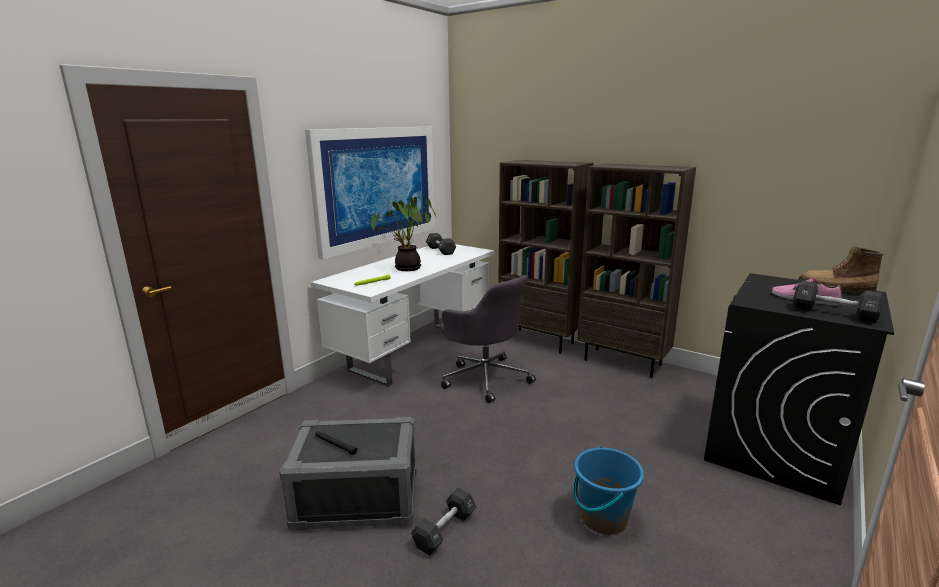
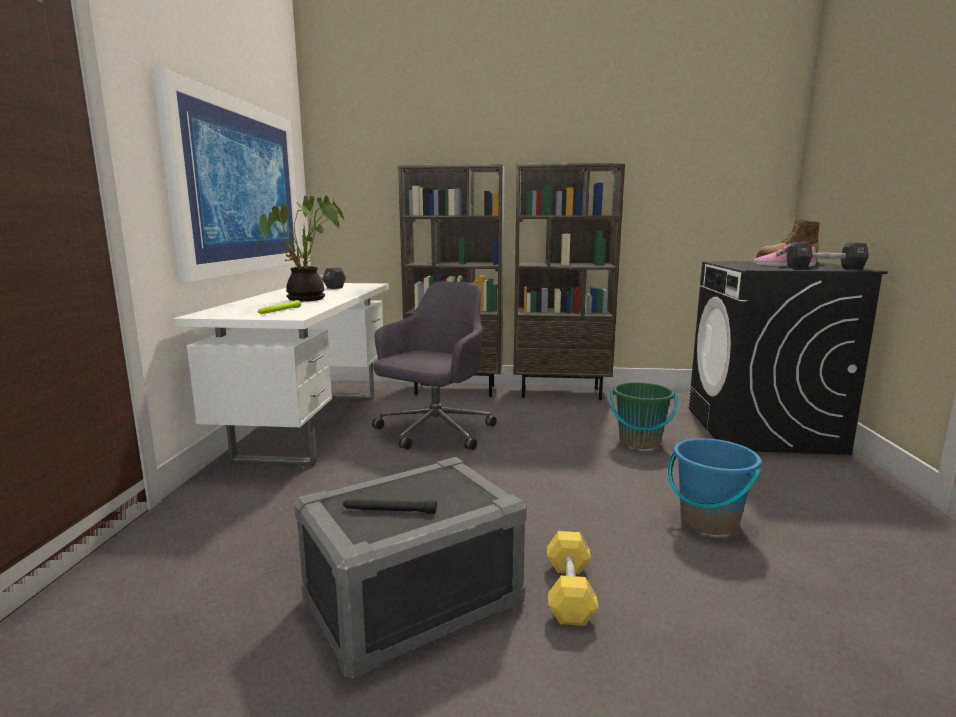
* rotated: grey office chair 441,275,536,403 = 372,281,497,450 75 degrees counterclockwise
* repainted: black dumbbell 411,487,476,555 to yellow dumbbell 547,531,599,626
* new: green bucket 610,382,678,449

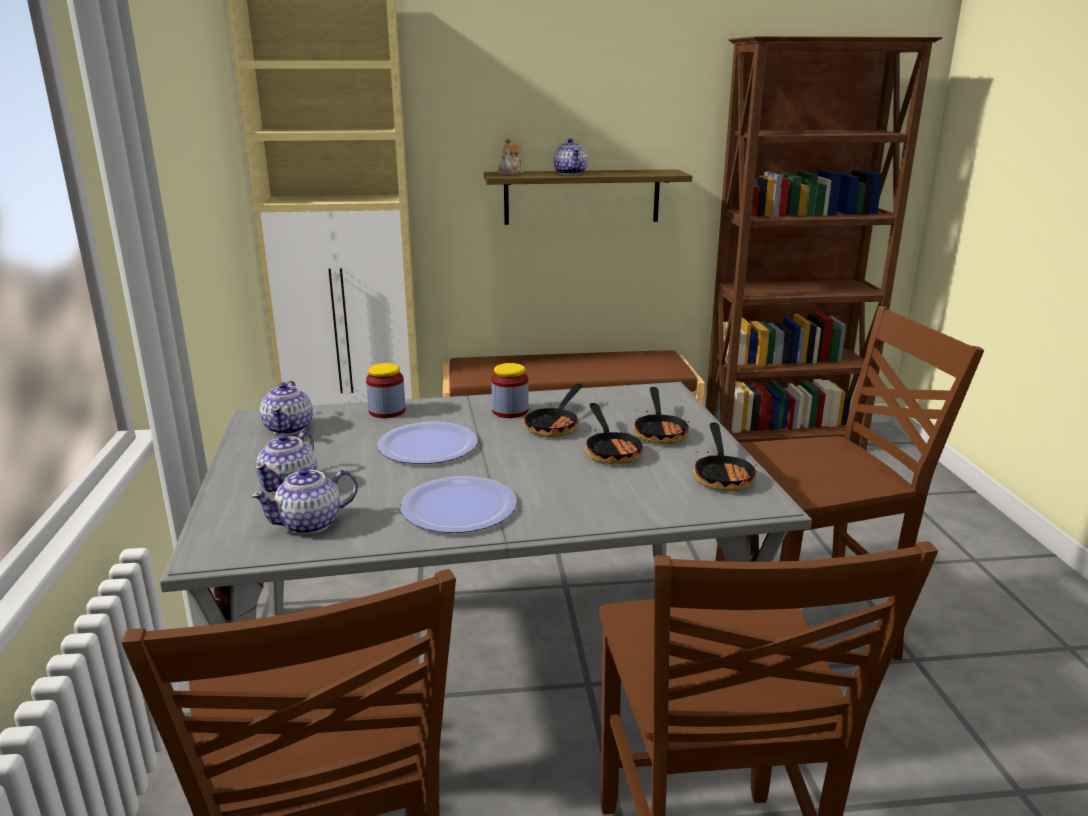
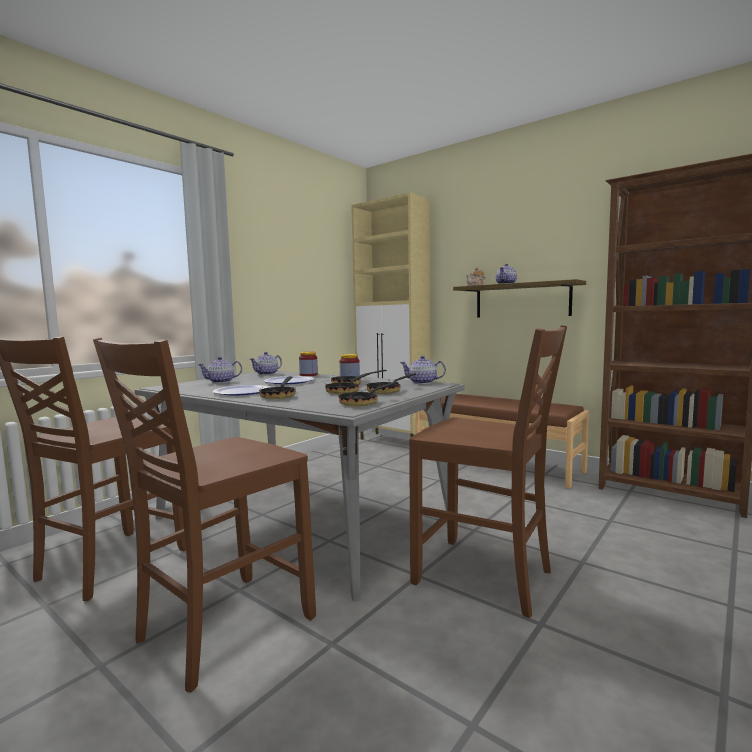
* new: frying pan 259,376,296,399
* shifted: teapot 250,467,358,535 to 400,356,446,384

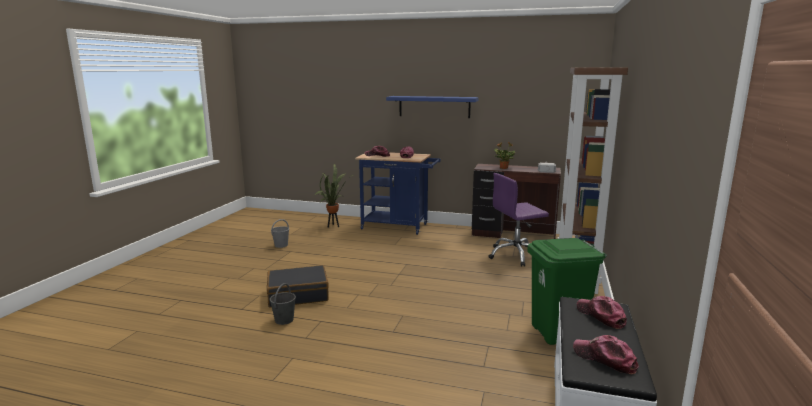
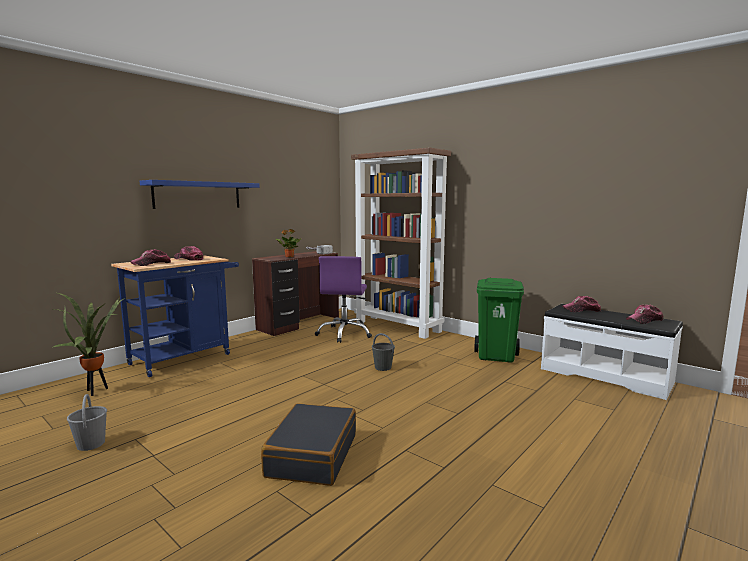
* shifted: grey bucket 270,283,296,325 to 372,333,395,371

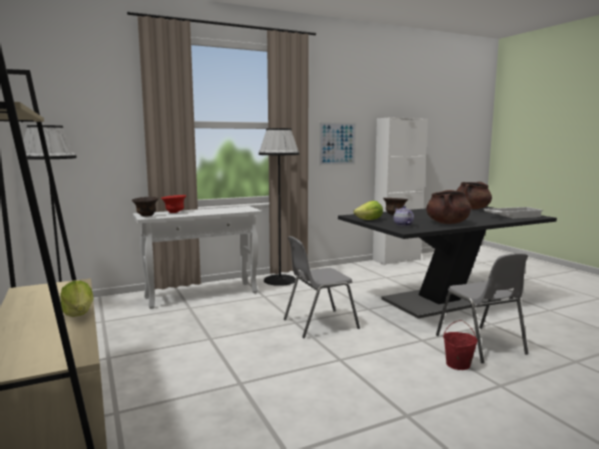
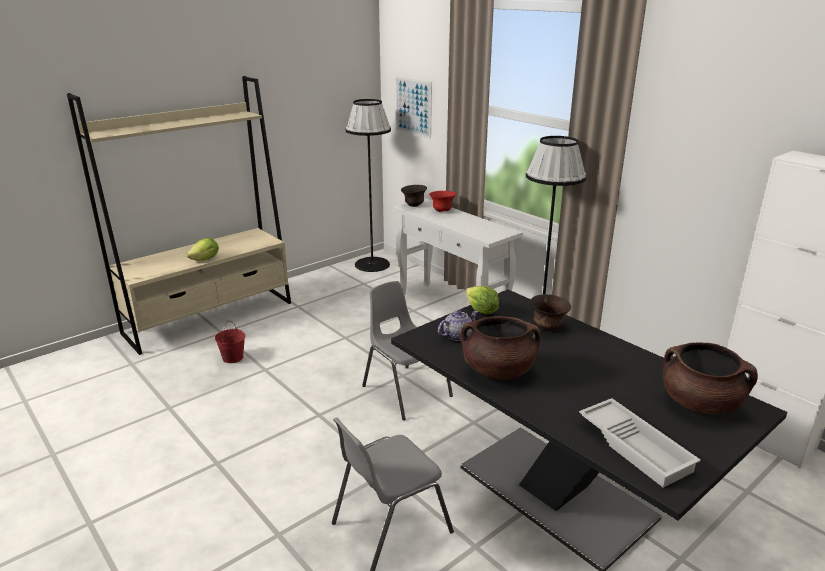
* shifted: red bucket 443,320,478,370 to 215,321,245,363
* shifted: picture 319,122,356,166 to 396,77,432,139

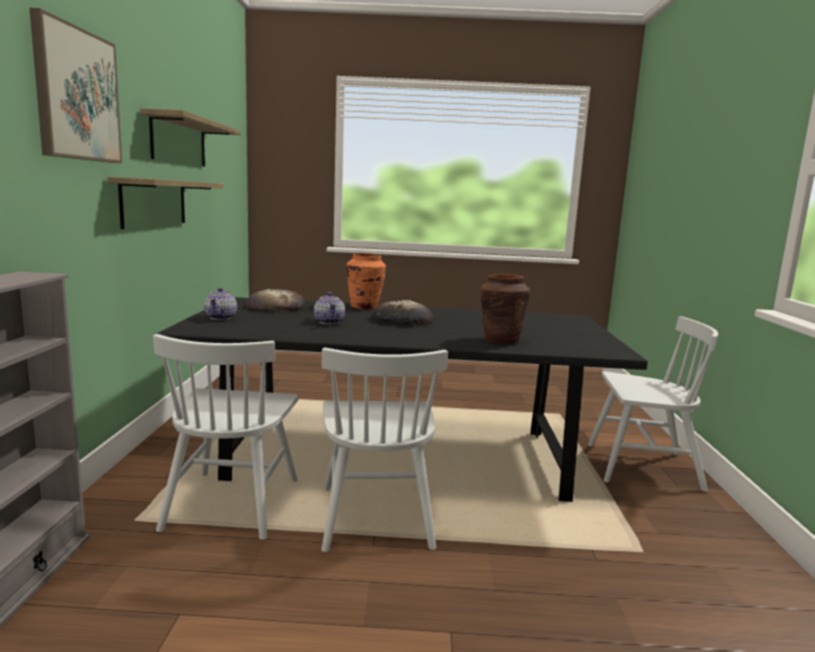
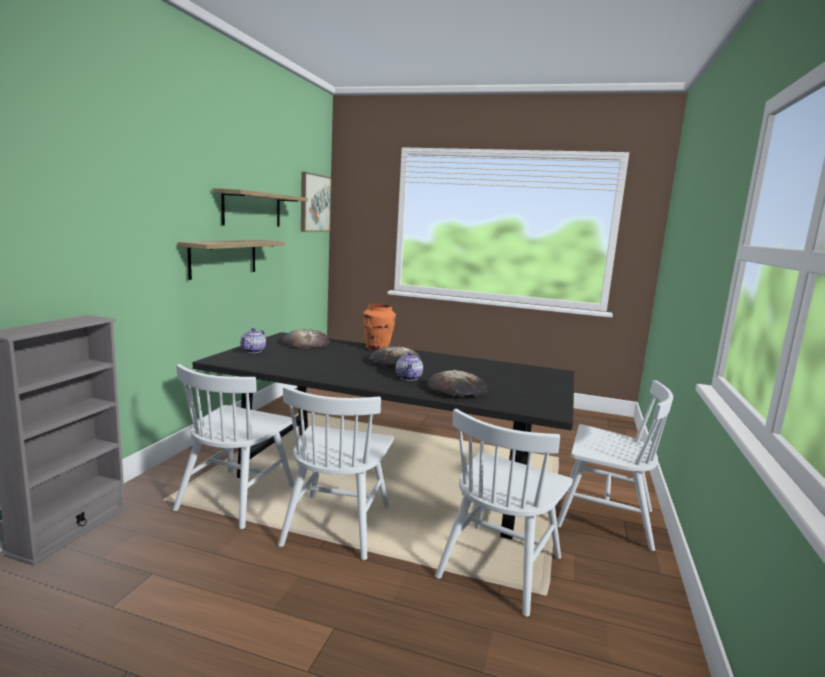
* shifted: picture 29,8,122,163 to 301,172,331,232
* shifted: teapot 314,292,345,324 to 396,352,423,381
* swapped: brown vase 480,274,530,344 to bread 427,370,487,397
* new: white chair 435,409,573,617

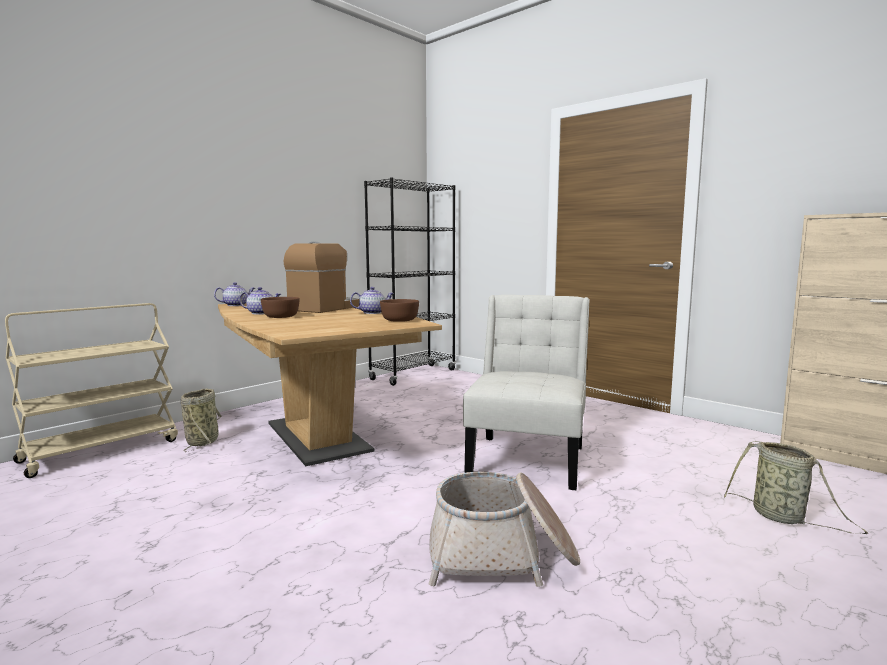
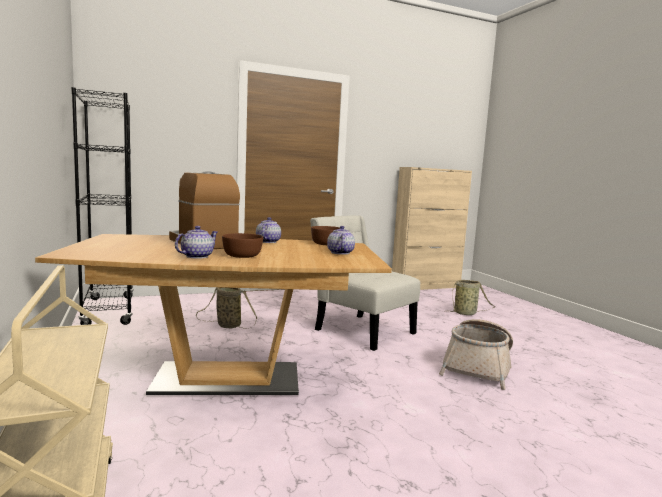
* shifted: basket 181,389,222,452 to 196,287,257,329
* shifted: teapot 214,282,255,306 to 327,226,355,255

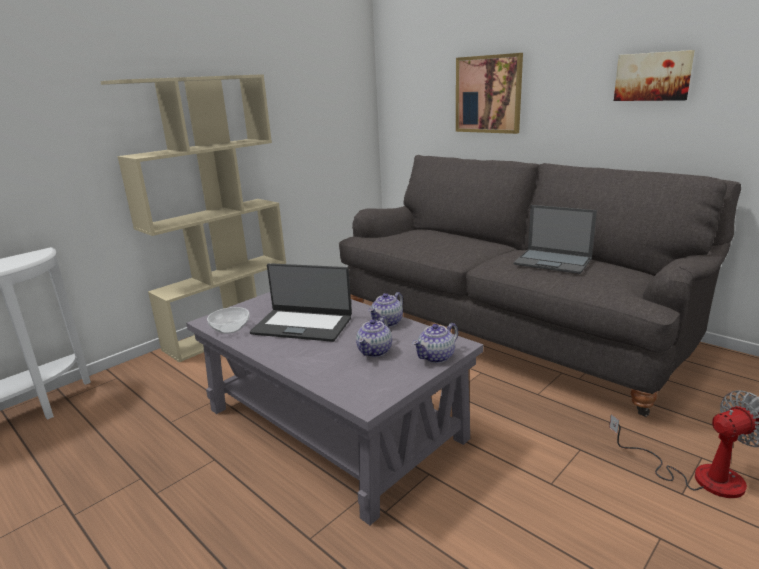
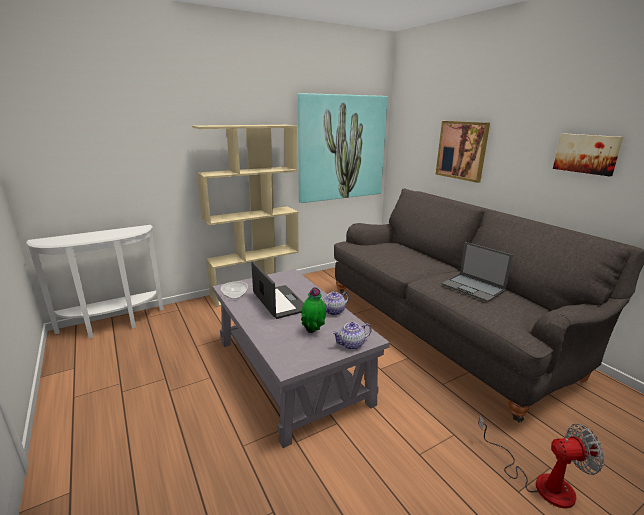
* rotated: laptop 250,263,352,342 = 251,261,304,319 150 degrees counterclockwise
* new: picture 298,93,388,203
* swapped: teapot 356,316,392,357 to potted plant 301,287,326,333

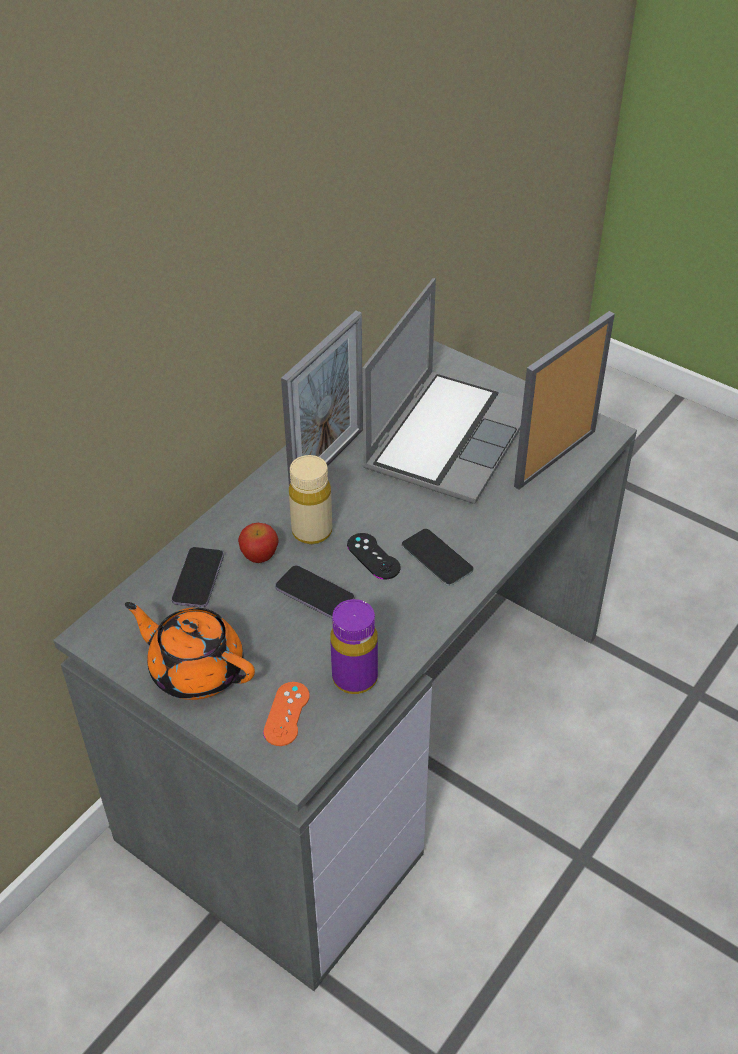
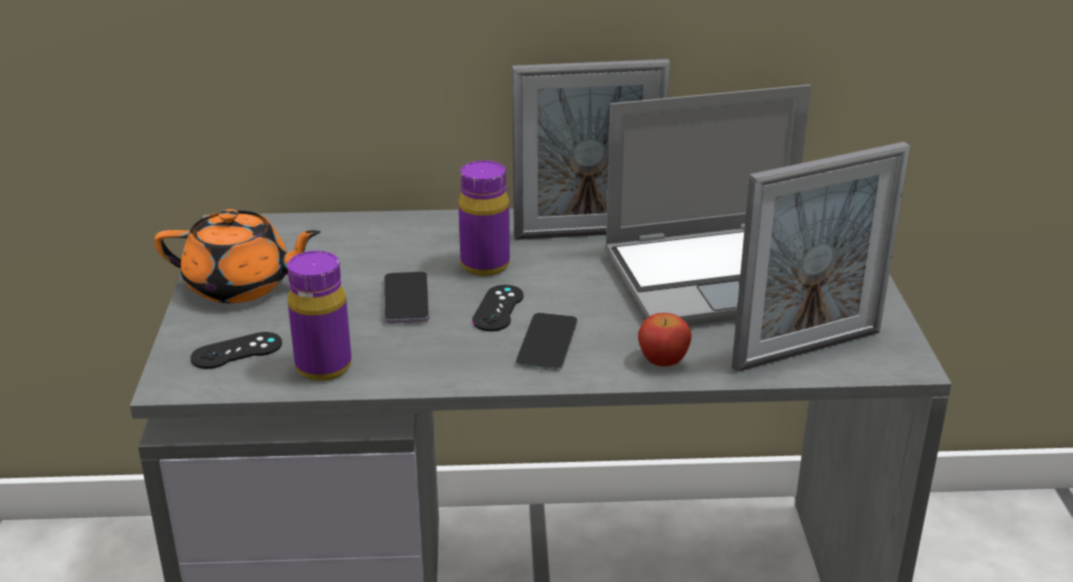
* rotated: orange teapot 125,602,255,700 = 154,209,321,303 105 degrees clockwise
* repainted: orange game controller 263,682,310,746 to black game controller 190,332,282,369
* repainted: beige bottle 289,455,332,544 to purple bottle 458,160,510,276
* shifted: apple 238,523,278,563 to 638,313,692,367
* rotated: picture frame 514,311,615,489 = 732,142,910,372 150 degrees clockwise
* gone: phone 172,547,224,608

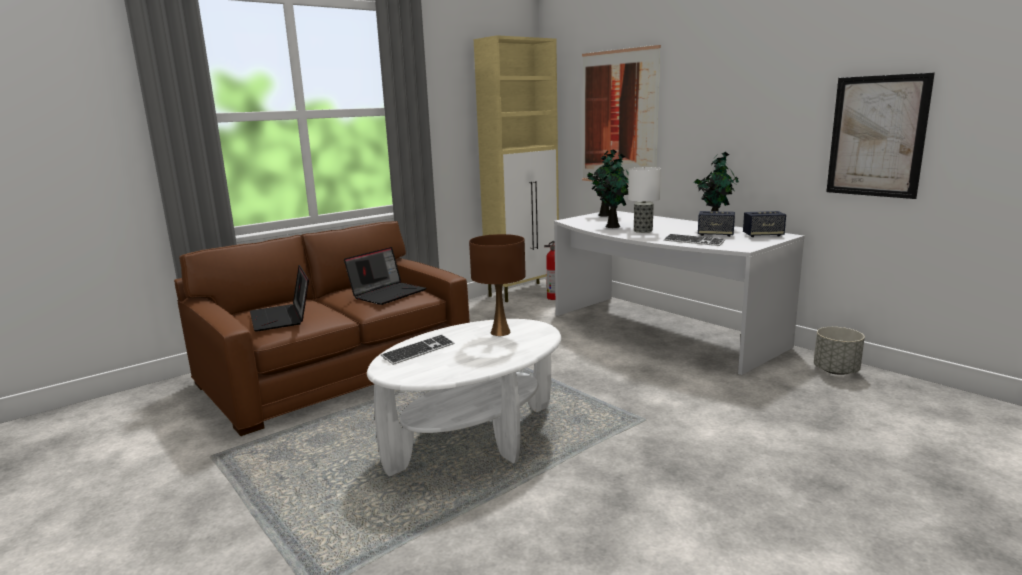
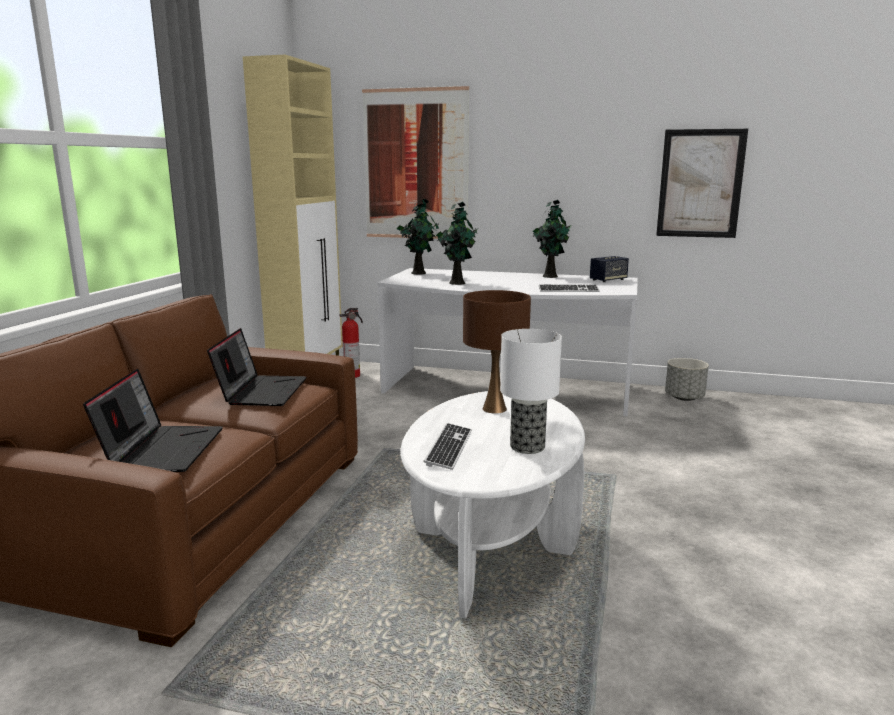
* rotated: laptop 250,265,309,332 = 83,369,223,472 120 degrees counterclockwise
* shifted: table lamp 628,167,661,233 to 500,329,562,454
* gone: speaker 698,211,735,237

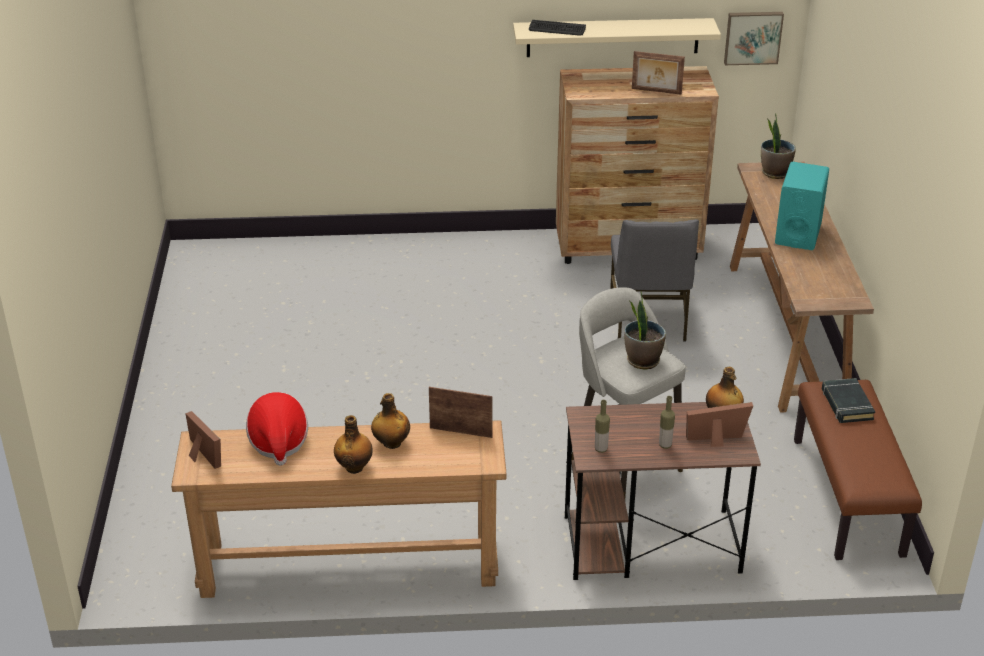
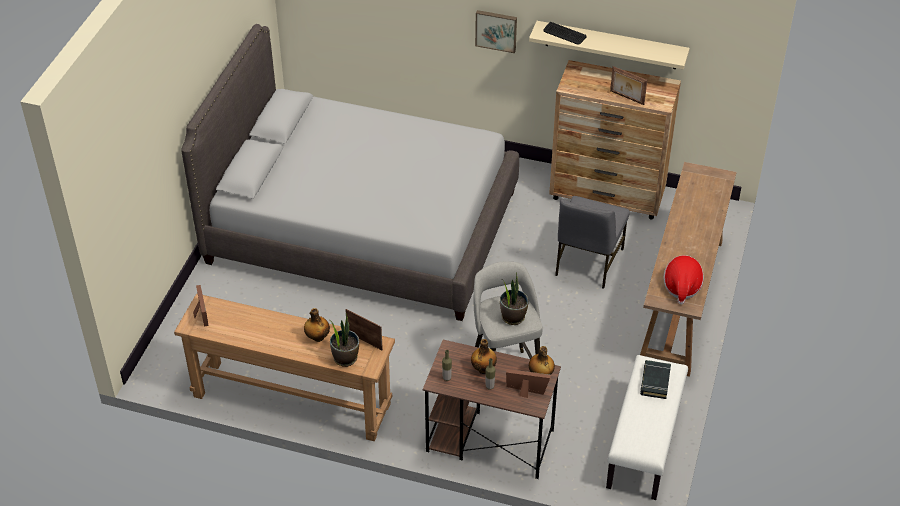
* new: grey bed 181,24,519,321
* shifted: potted plant 761,113,796,179 to 330,313,359,367
* shifted: bottle 334,415,373,474 to 471,339,497,374
* shifted: picture 724,12,784,65 to 475,10,517,53
* repainted: brown bench 794,380,922,560 to white bench 606,355,688,500
* shifted: hat 246,392,308,466 to 664,255,704,305
* gone: turquoise speaker 775,162,829,250

